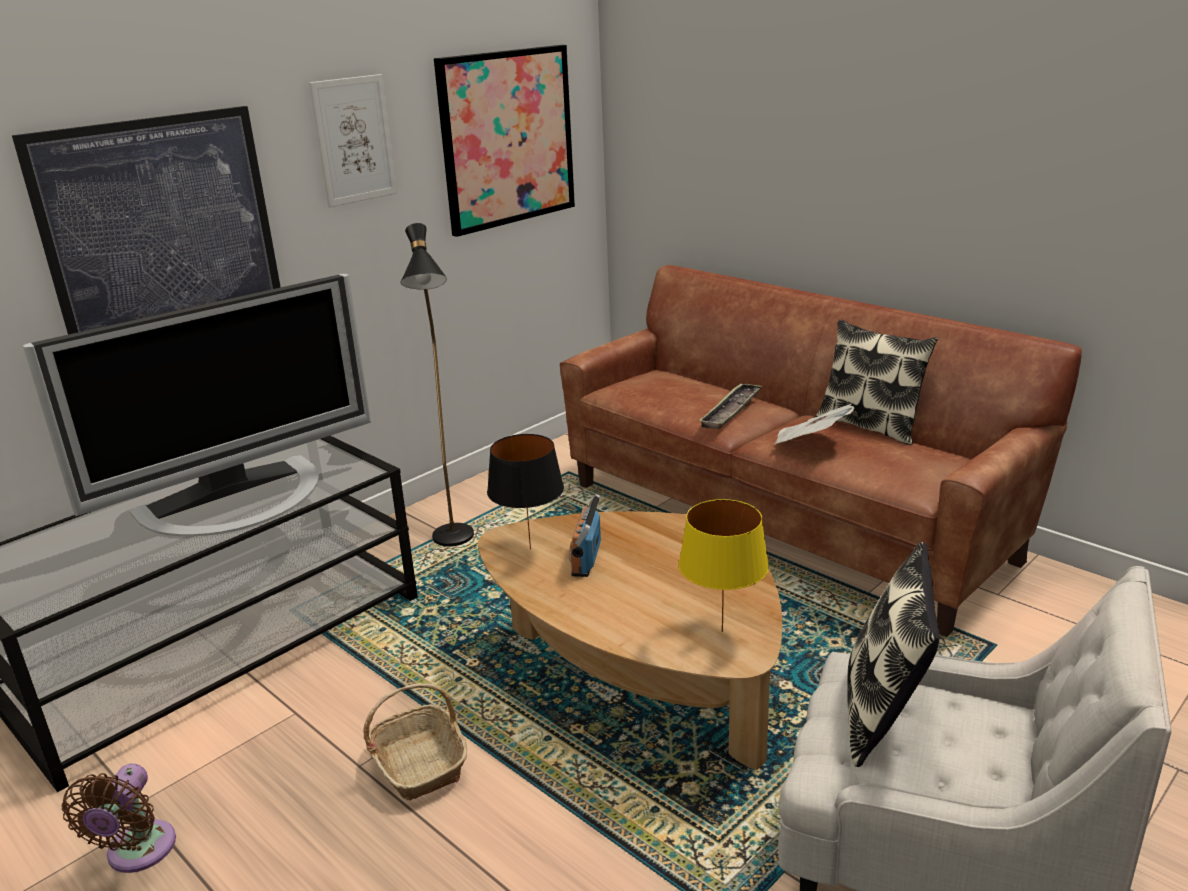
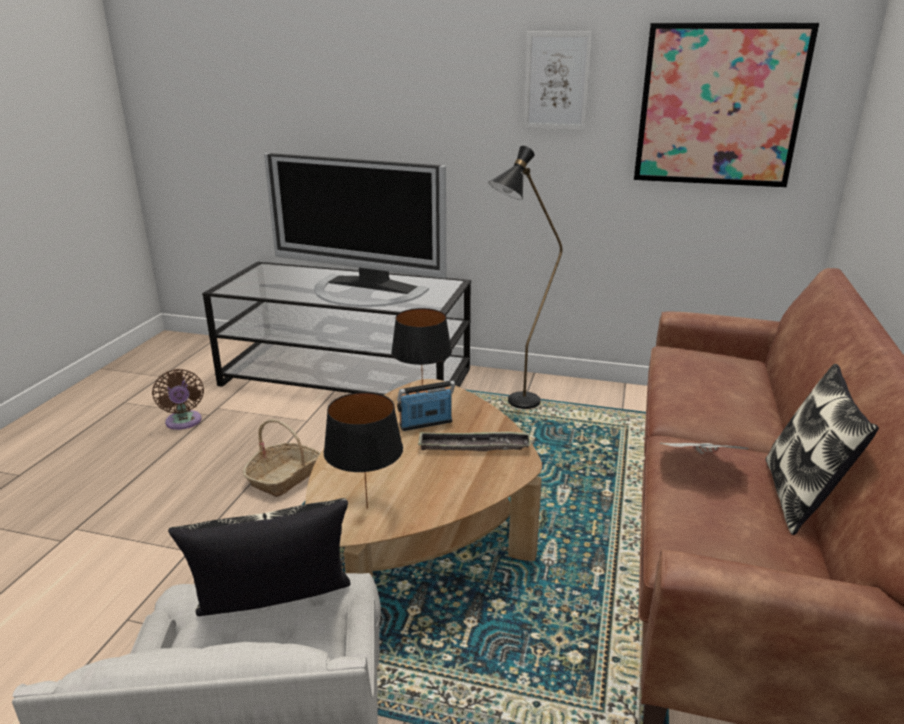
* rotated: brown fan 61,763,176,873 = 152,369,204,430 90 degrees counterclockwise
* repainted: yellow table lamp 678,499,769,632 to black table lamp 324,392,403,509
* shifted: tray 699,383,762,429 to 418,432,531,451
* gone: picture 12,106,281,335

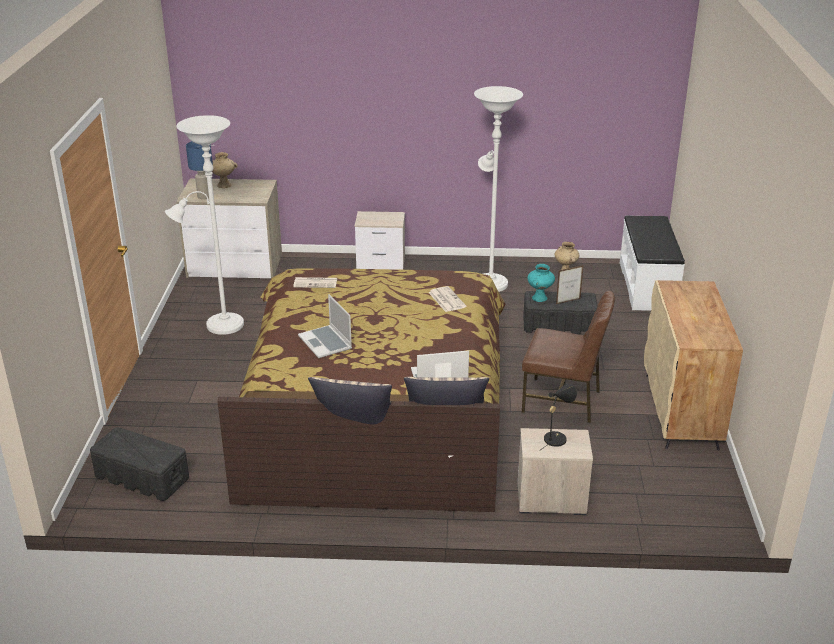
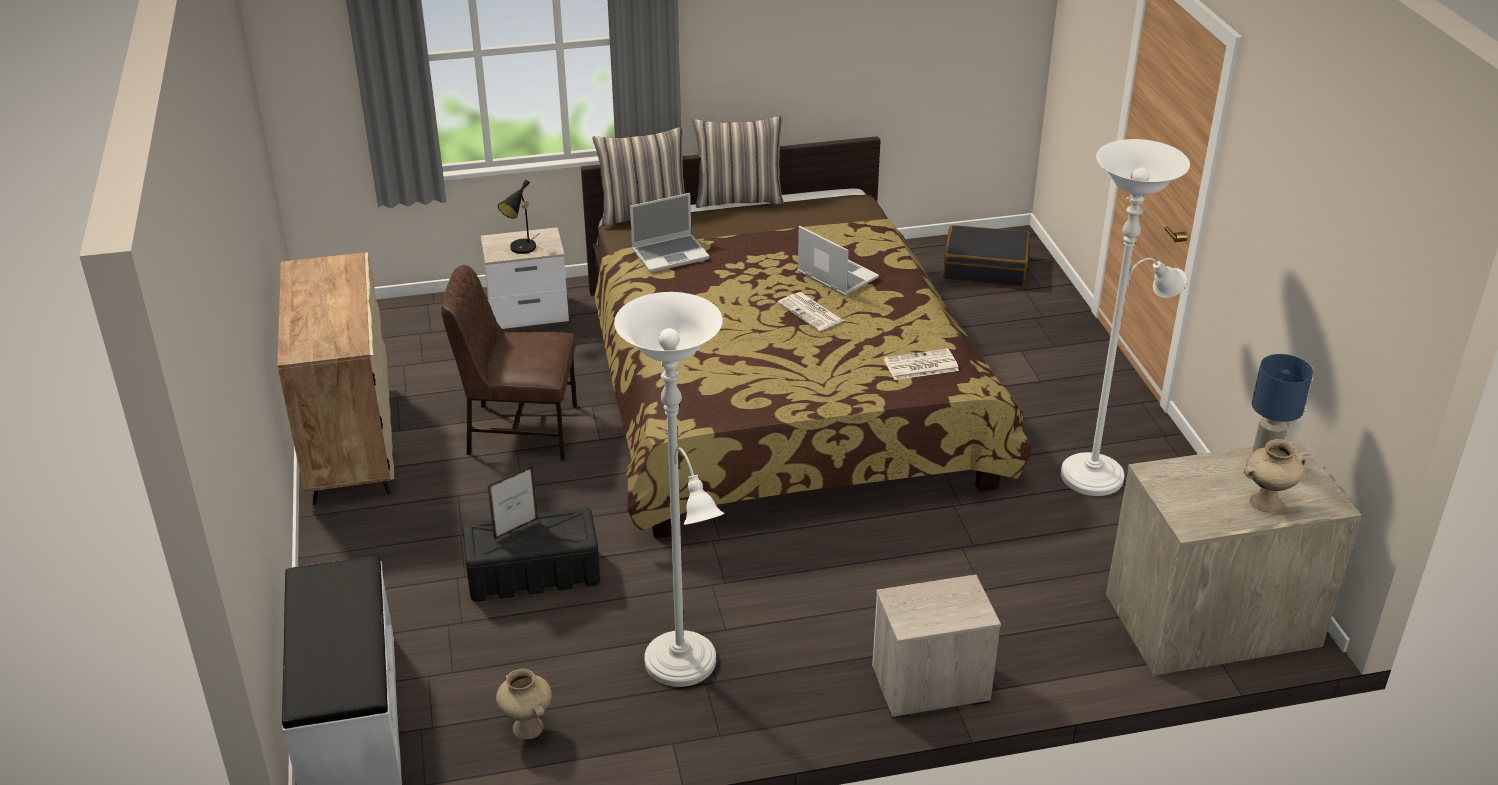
* shifted: newspaper 428,286,466,312 to 778,292,844,331
* swapped: black storage box 90,427,189,501 to black suitcase 943,225,1030,287
* gone: turquoise vase 527,264,555,302

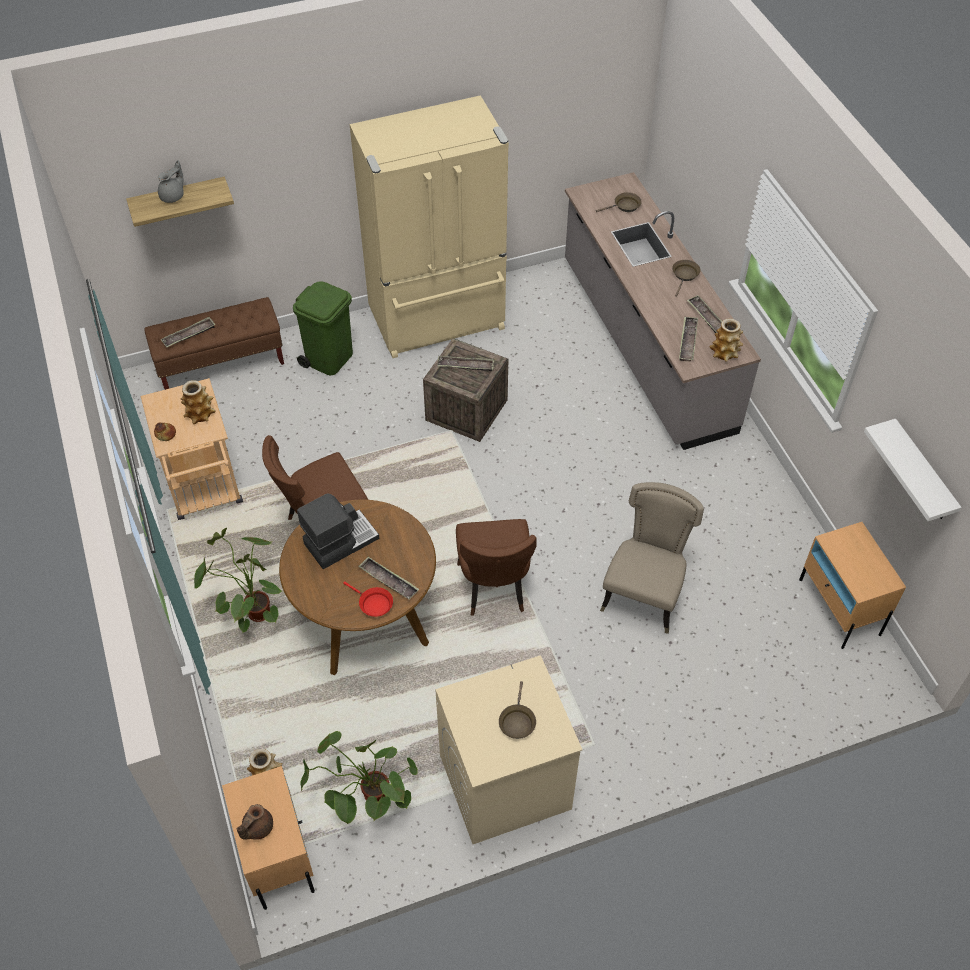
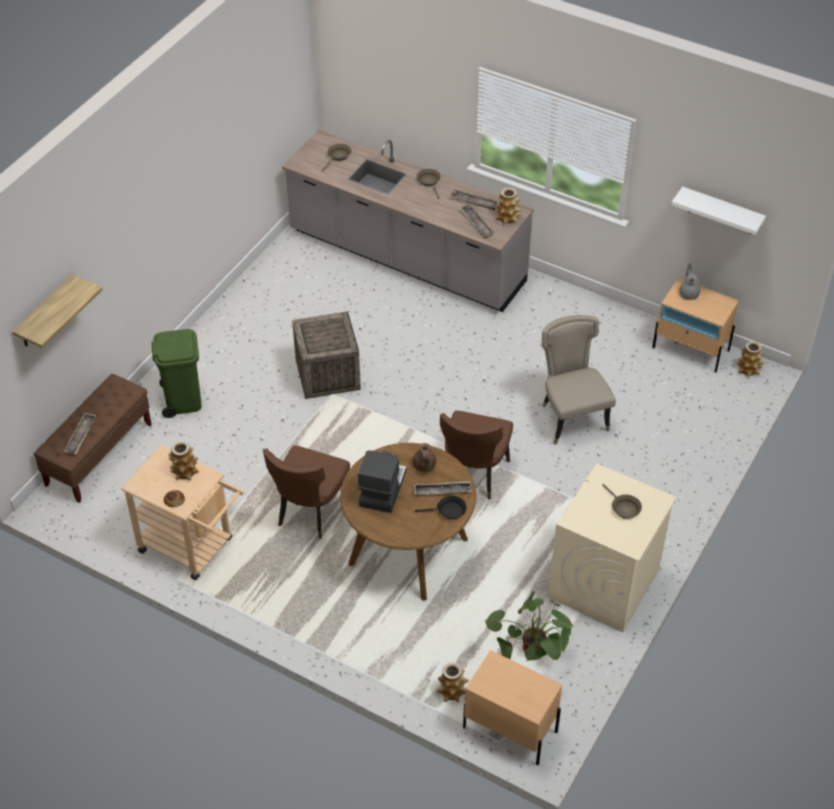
* shifted: brown teapot 237,804,273,840 to 413,443,436,472
* repainted: red frying pan 343,581,393,617 to black frying pan 415,496,467,519
* rotated: brown chair 456,519,537,616 = 440,411,513,499 60 degrees clockwise
* shifted: grey teapot 158,160,184,203 to 679,263,700,300
* new: vase 737,341,765,377
* gone: potted plant 194,528,283,634
* gone: beige fridge 350,95,509,358
* gone: tray 437,356,494,371

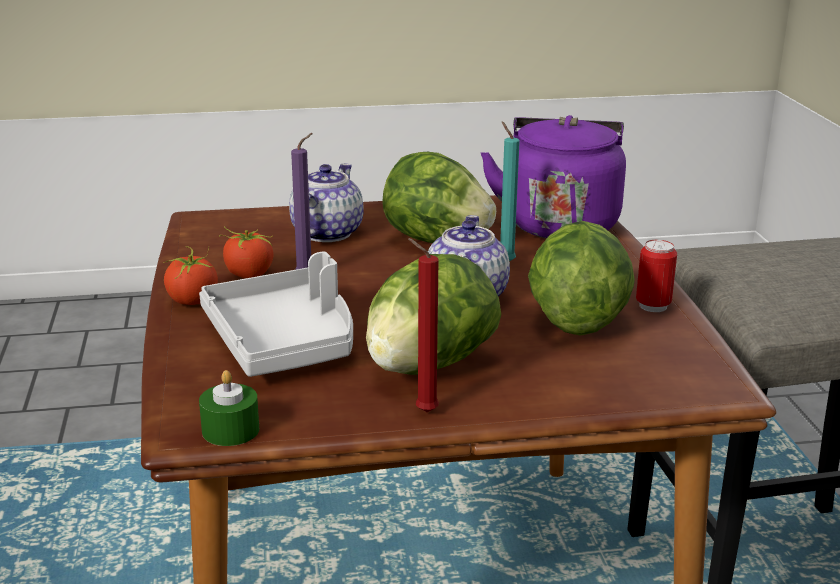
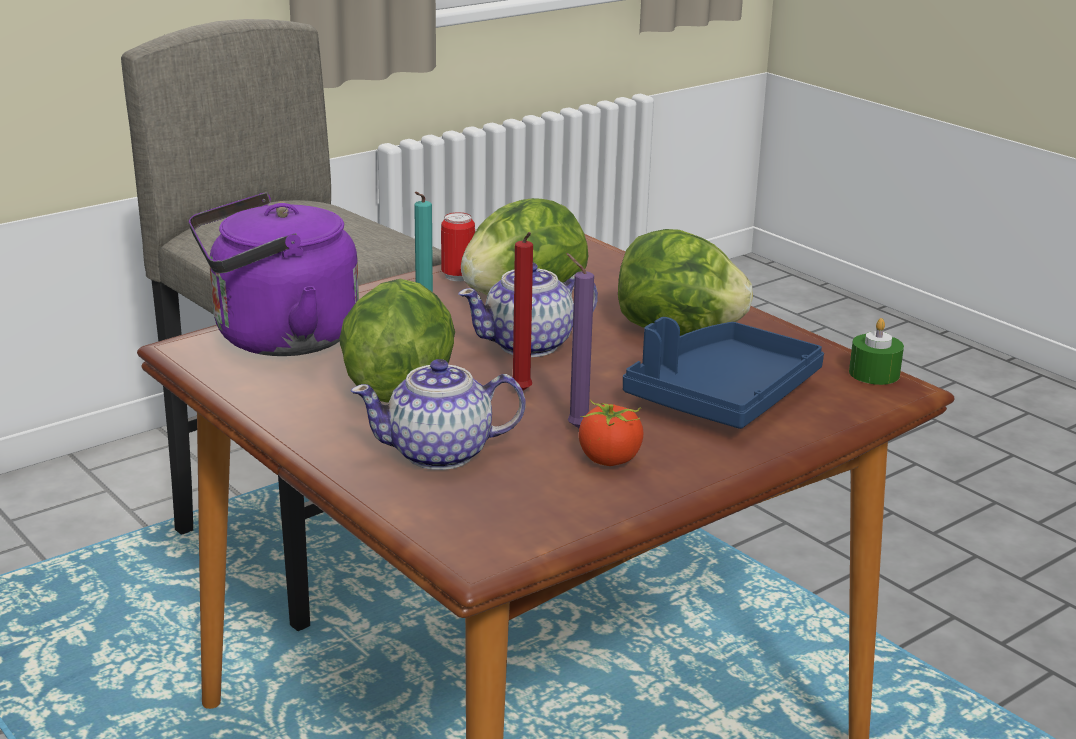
* shifted: red candle 408,238,439,412 to 513,232,533,390
* repainted: grey tray 199,252,353,377 to blue tray 623,317,824,429
* gone: tomato 163,246,218,305

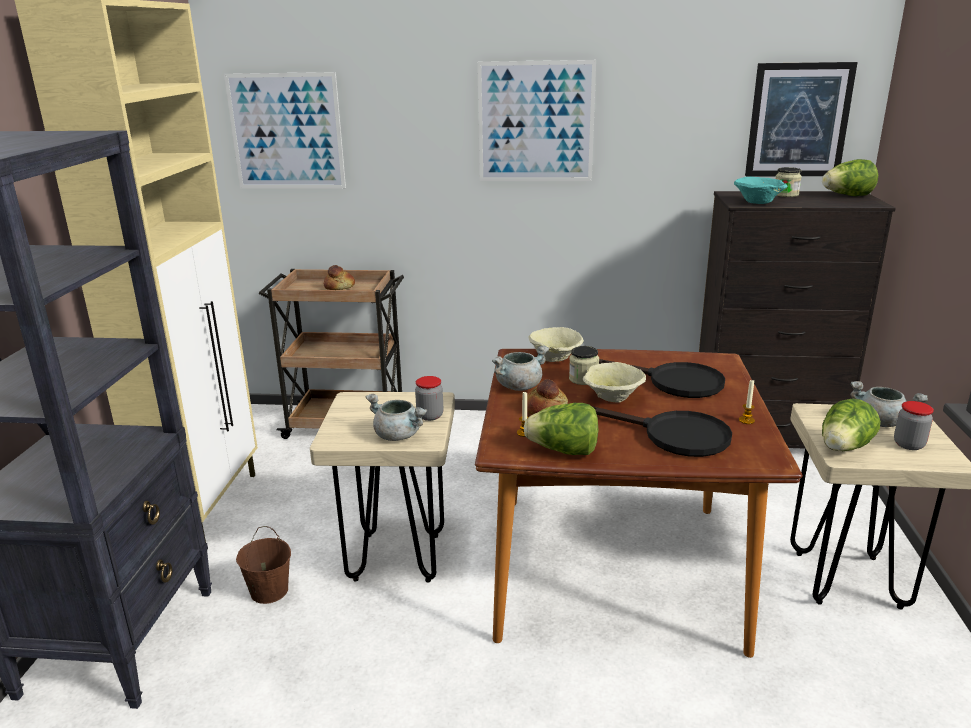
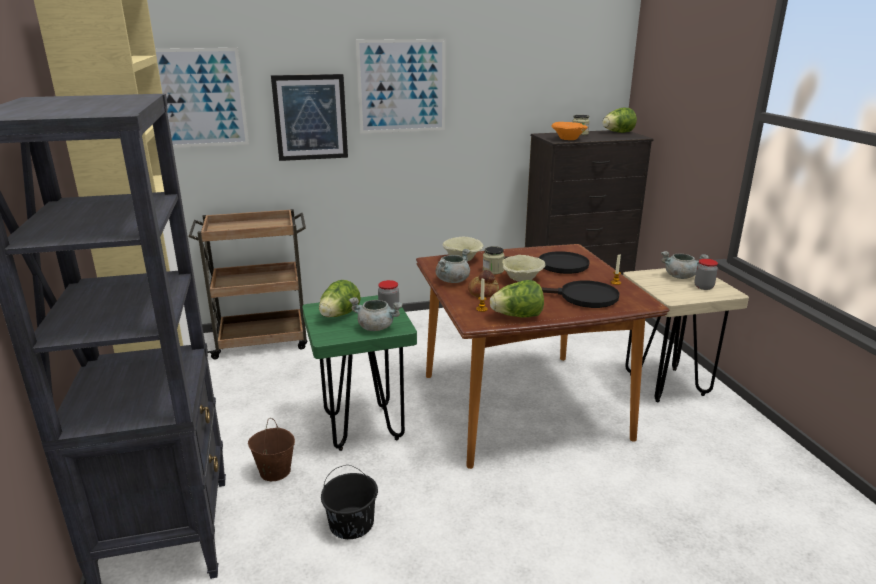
* shifted: picture 745,62,858,176 to 271,74,348,161
* repainted: beige stool 310,392,455,583 to green stool 302,295,417,451
* shifted: lettuce 822,398,880,451 to 319,280,361,317
* new: black bucket 321,465,378,539
* repainted: turquoise bowl 734,177,788,204 to orange bowl 551,122,588,140
* gone: bread 324,265,355,290

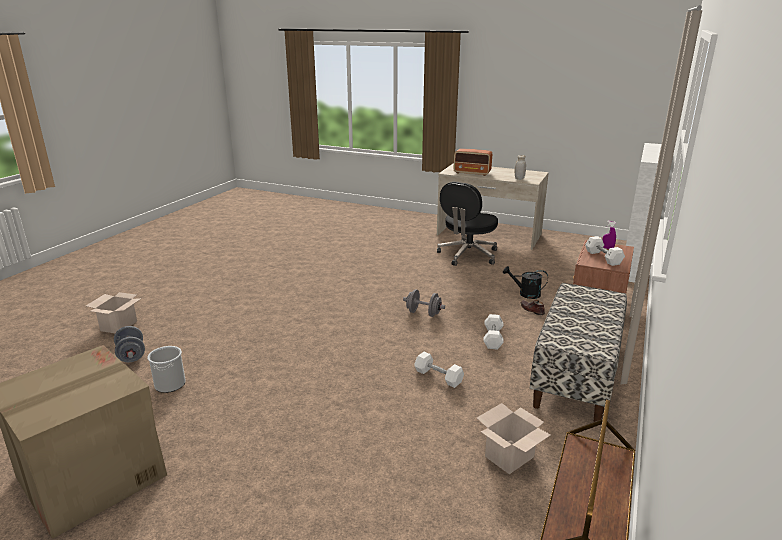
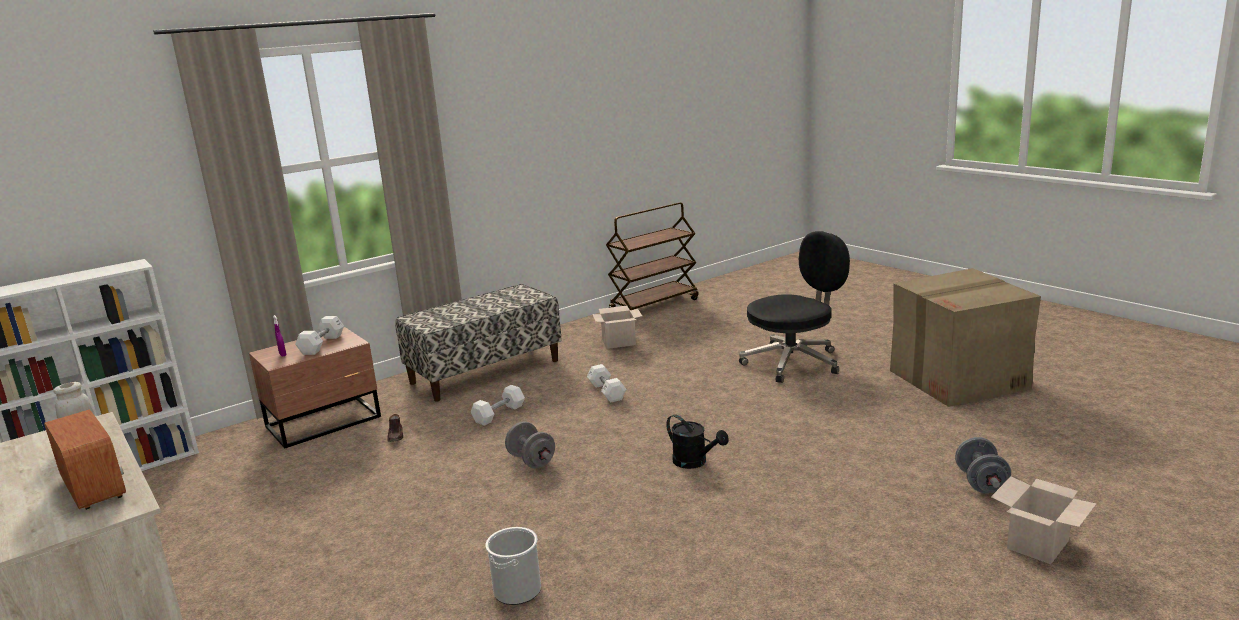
* shifted: bucket 147,346,186,393 to 486,527,541,605
* shifted: black watering can 503,266,548,299 to 667,414,729,469
* shifted: black office chair 437,182,498,266 to 739,231,850,383

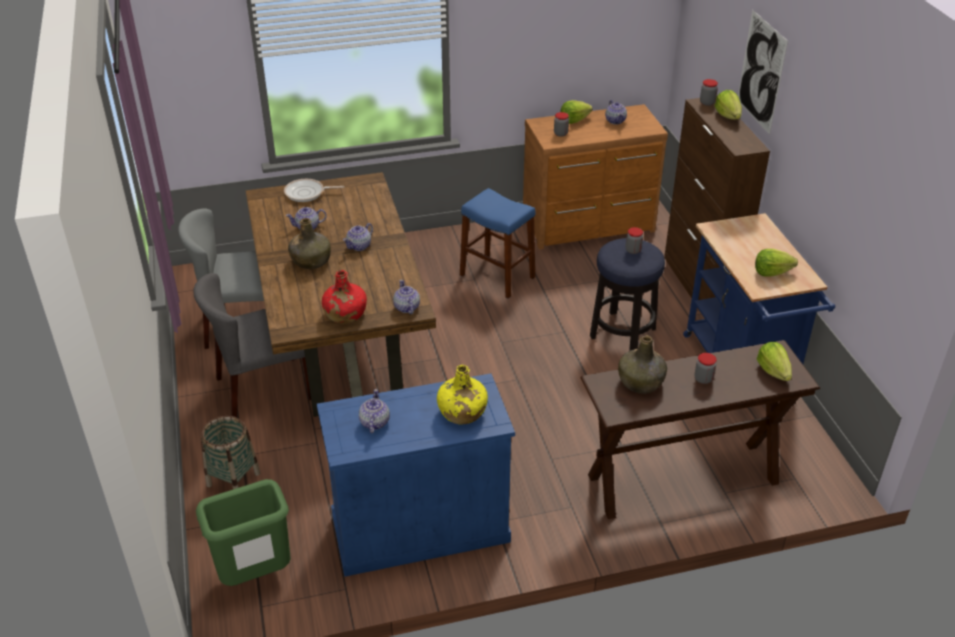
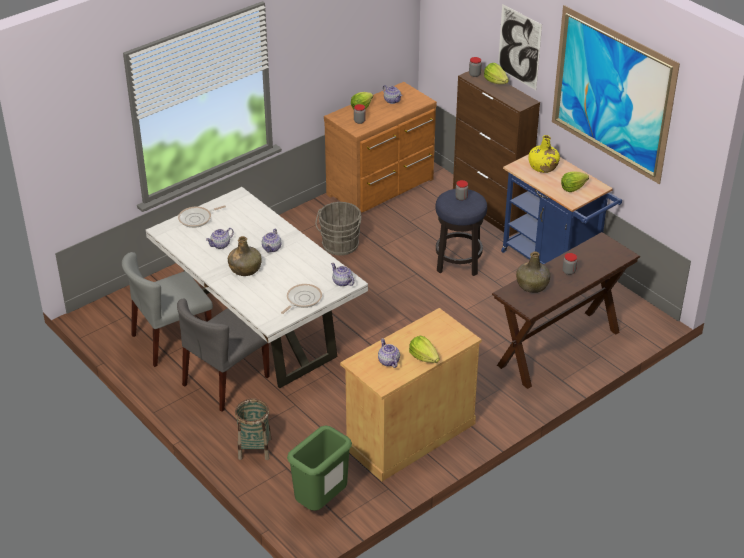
* repainted: brown dining table 245,172,436,417 to white dining table 146,187,368,388
* swapped: red bottle 322,270,367,324 to frying pan 281,284,322,314
* swapped: blue stool 460,188,535,299 to grey bucket 315,202,361,256
* repainted: blue cabinet 317,373,515,577 to beige cabinet 340,308,482,482
* shifted: lettuce 757,342,792,381 to 409,336,440,363
* shifted: yellow bottle 437,365,488,424 to 529,135,560,173
* new: picture 552,5,680,184

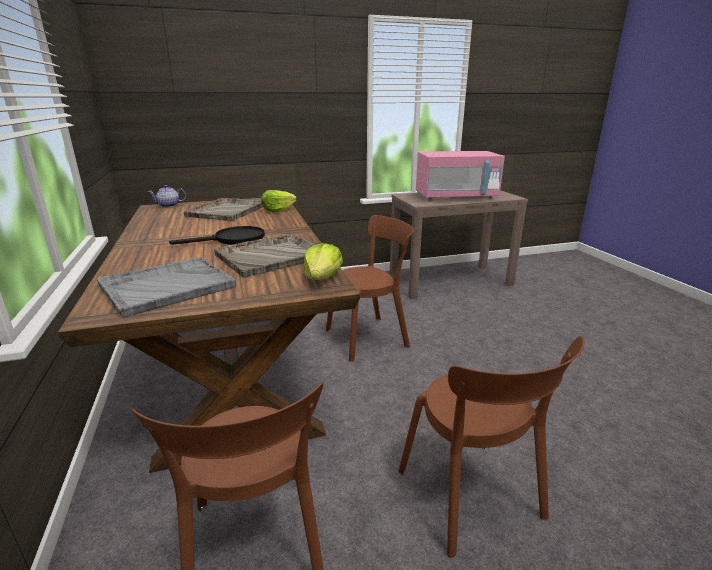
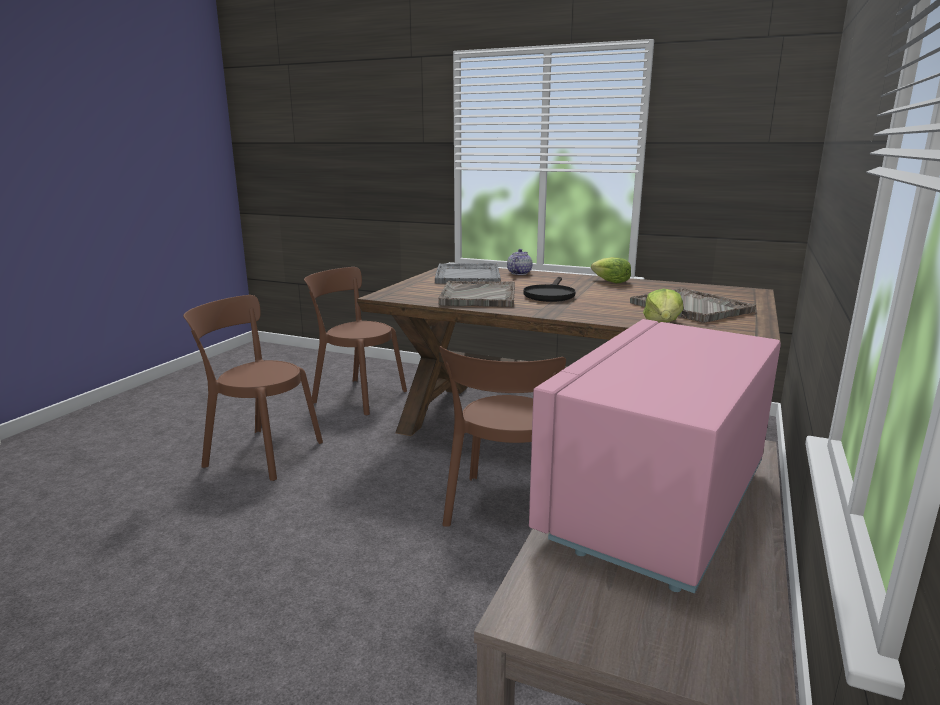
* shifted: teapot 147,185,186,208 to 507,249,532,275
* shifted: lettuce 303,243,343,280 to 591,257,631,283

